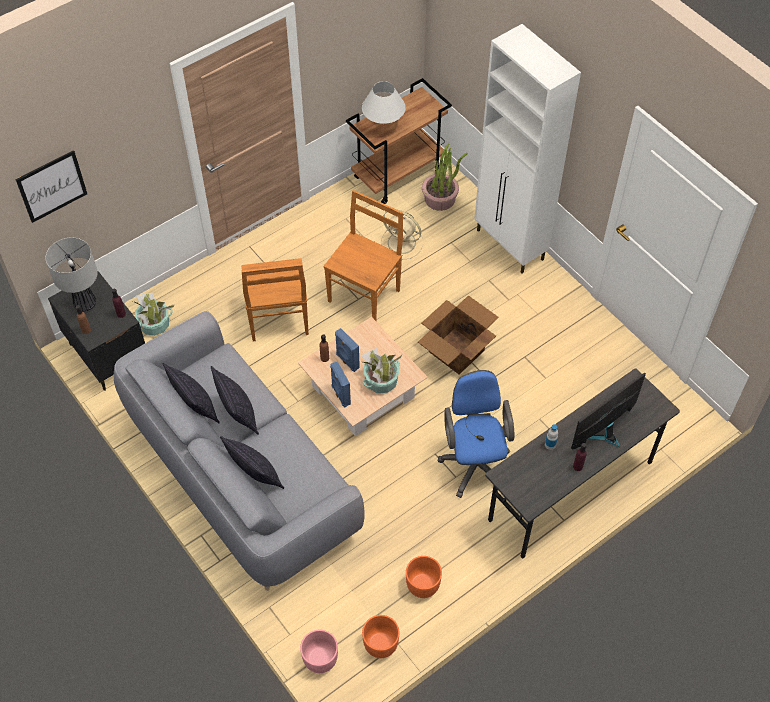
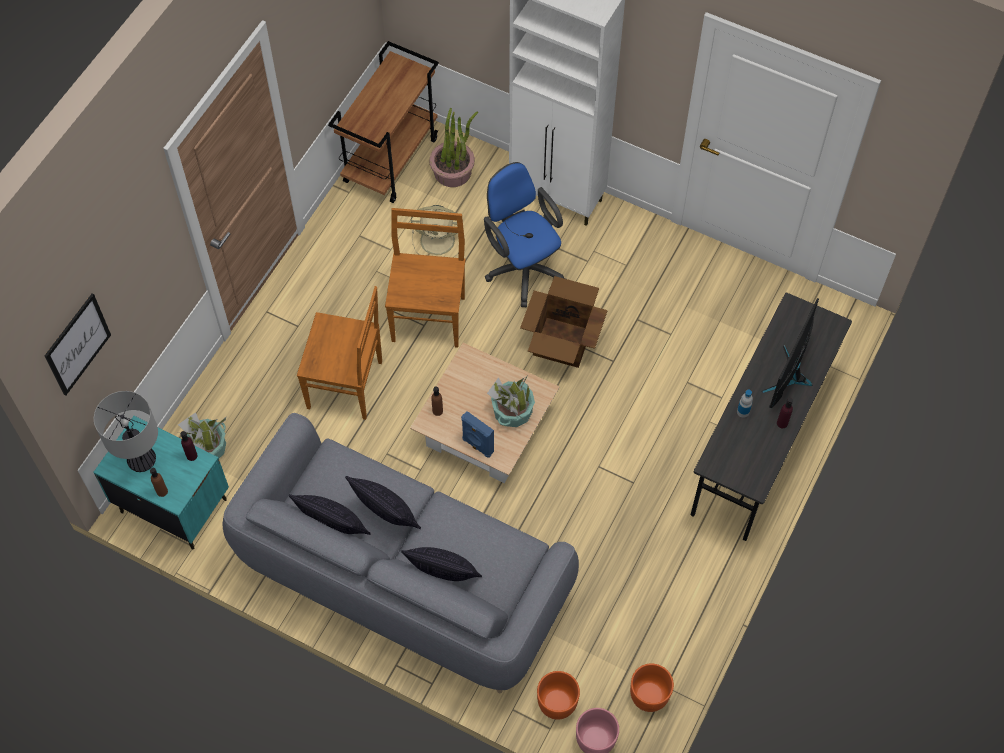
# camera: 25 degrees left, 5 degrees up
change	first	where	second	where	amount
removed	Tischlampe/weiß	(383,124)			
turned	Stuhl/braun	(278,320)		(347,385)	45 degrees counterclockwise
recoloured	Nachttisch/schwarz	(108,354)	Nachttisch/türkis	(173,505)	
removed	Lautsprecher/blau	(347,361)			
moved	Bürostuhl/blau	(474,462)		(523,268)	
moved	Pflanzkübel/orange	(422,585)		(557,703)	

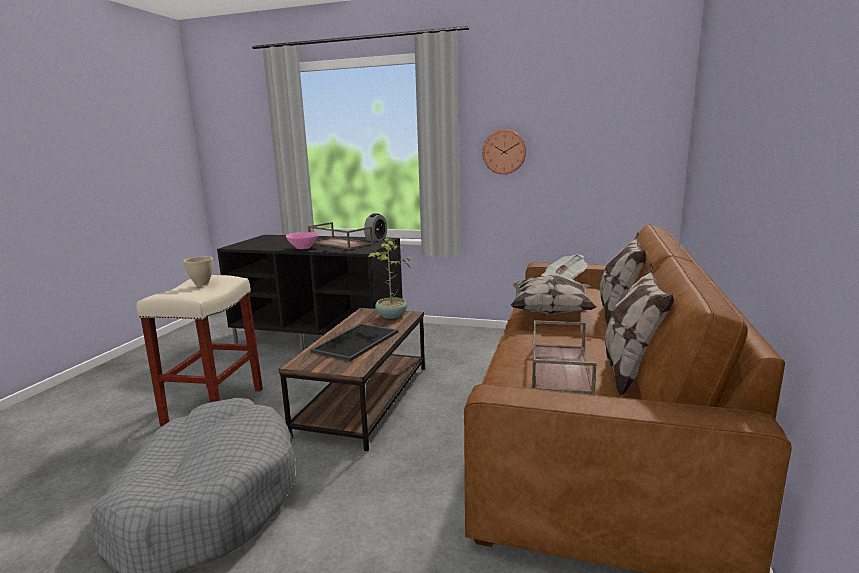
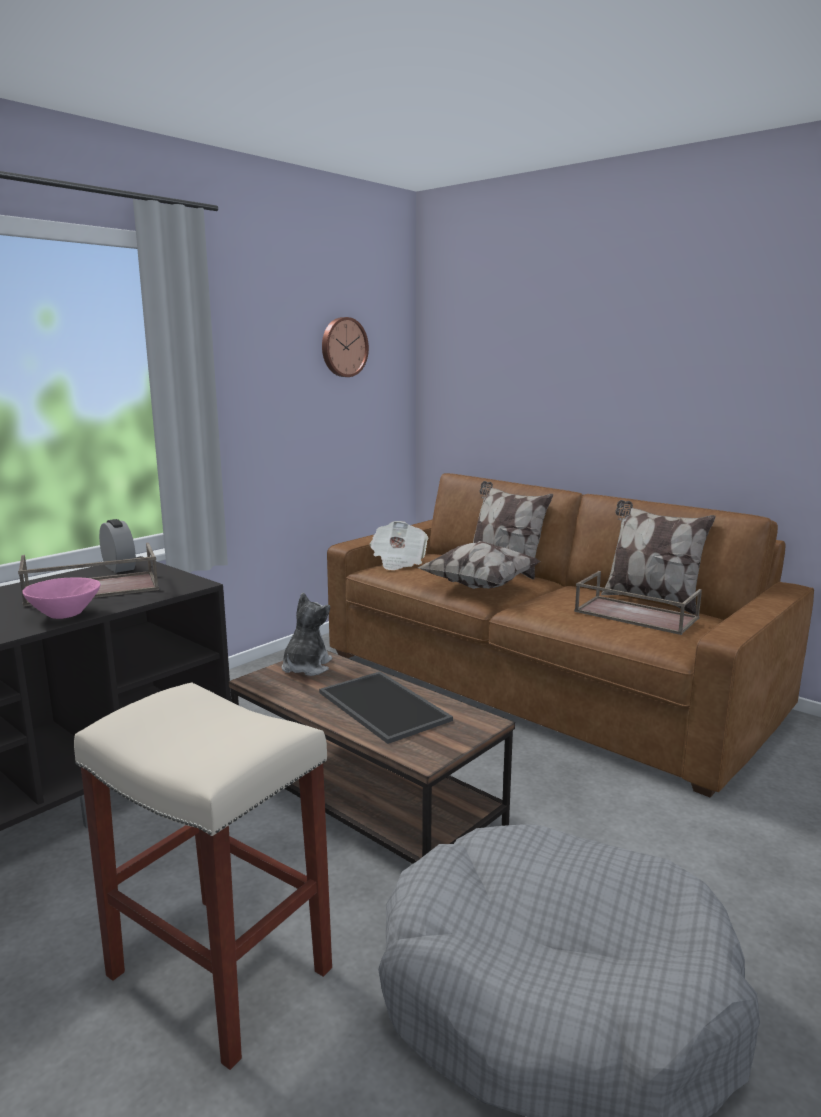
# camera: 65 degrees left, 0 degrees up
change	first	where	second	where	amount
moved	Wanduhr	(504,152)		(343,347)	
replaced	Topfpflanze	(391,316)	Plüschtier	(306,667)	
removed	Schüssel/beige	(202,283)			

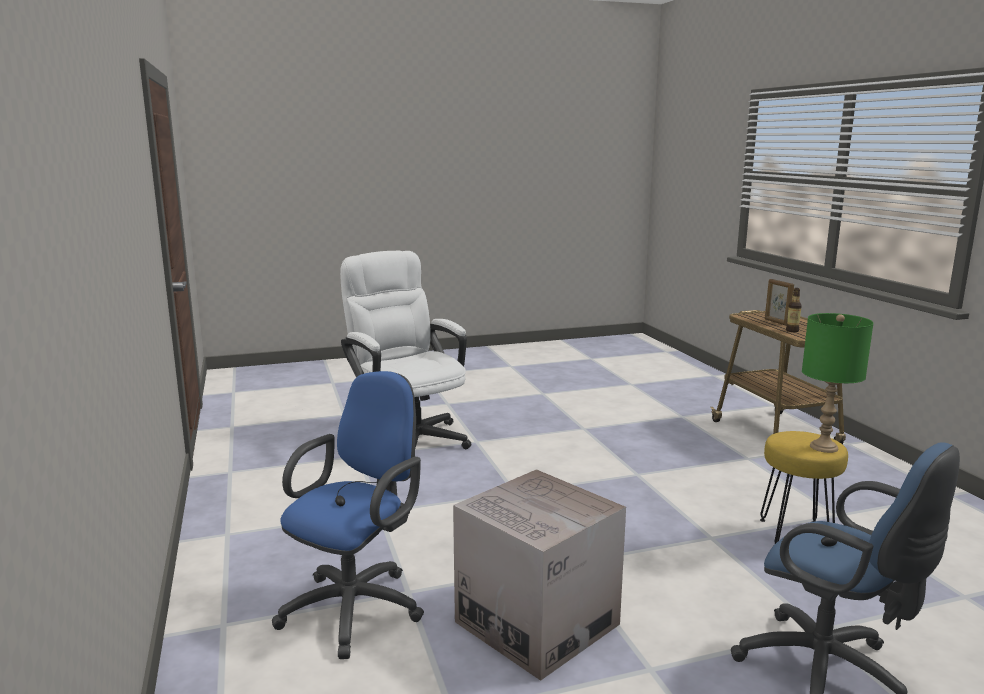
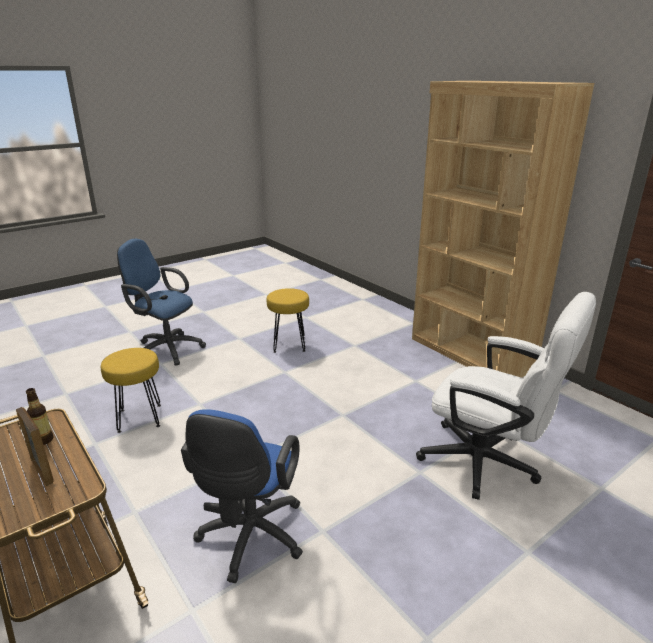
# camera: 160 degrees right, 10 degrees up
change	first	where	second	where	amount
removed	Tischlampe/grün	(823,447)			
moved	Bürostuhl/blau	(358,606)		(249,539)	
replaced	Karton	(537,623)	Hocker/gelb	(289,344)	
added			Bücherregal/braun	(470,354)	

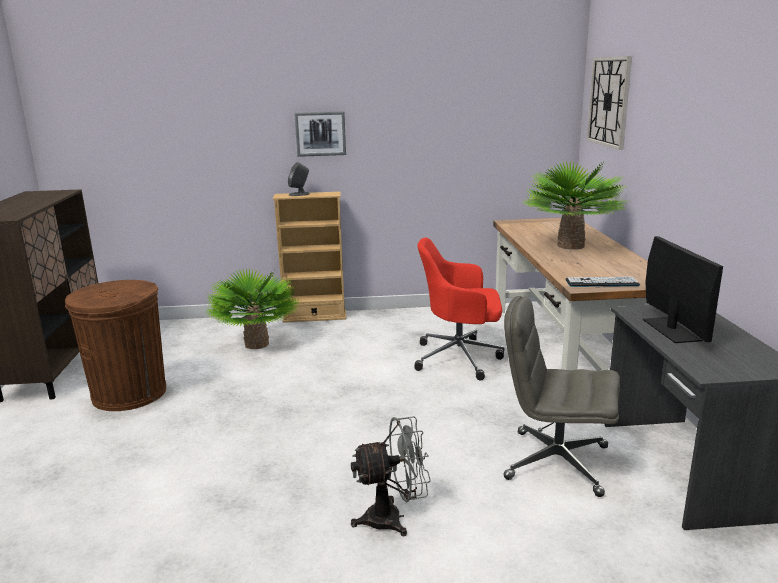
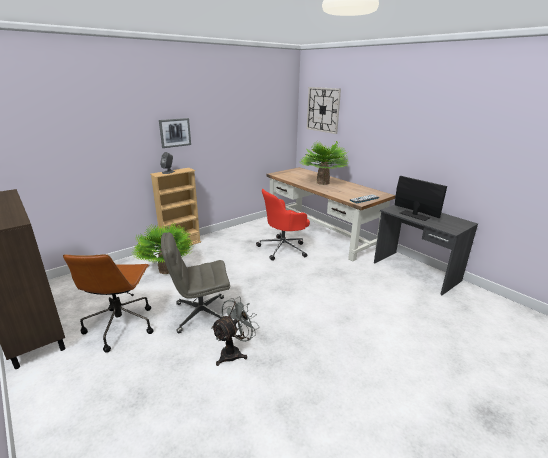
# camera: 35 degrees left, 5 degrees up
change	first	where	second	where	amount
replaced	Mülleimer/braun	(129,393)	Bürostuhl/braun	(121,326)	
moved	Bürostuhl/grau	(555,462)		(201,314)	
moved	Ventilator/grau	(393,518)		(234,352)	

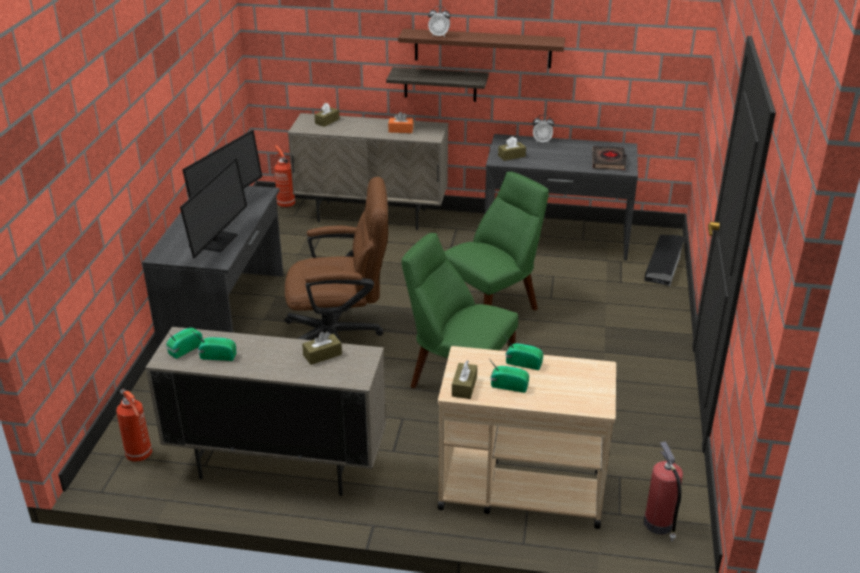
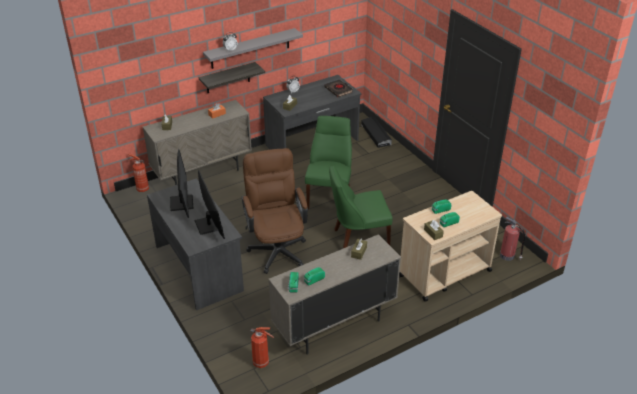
# camera: 40 degrees left, 5 degrees up
change	first	where	second	where	amount
recoloured	Wandregal/braun	(482,48)	Wandregal/grau	(250,48)	
turned	Bürostuhl/braun	(341,336)		(277,247)	60 degrees counterclockwise

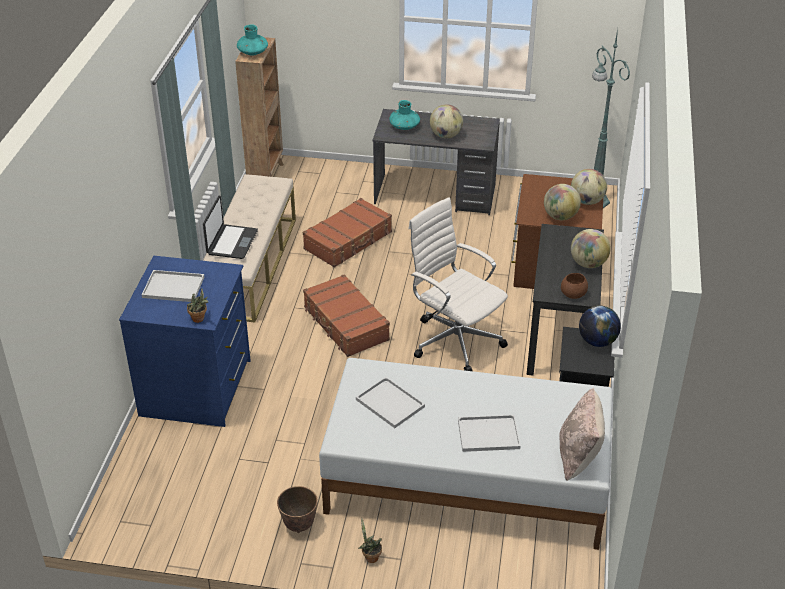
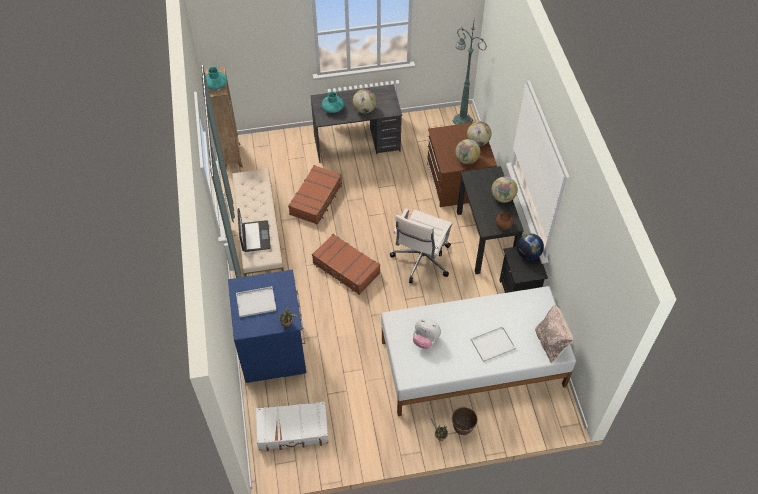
# camera: 20 degrees left, 15 degrees up
change	first	where	second	where	amount
turned	Bürostuhl/weiß	(455,340)		(421,260)	90 degrees counterclockwise
replaced	Tablett/weiß	(391,403)	Plüschtier	(425,340)	
moved	Pflanzkübel	(299,525)		(462,428)	
added			Koffer/weiß	(293,430)	

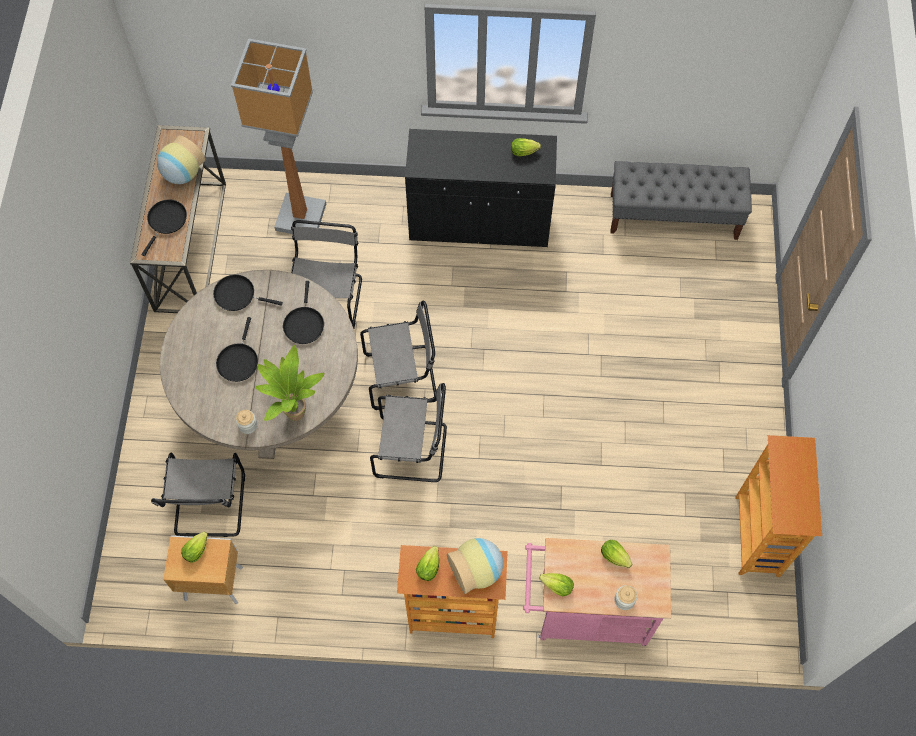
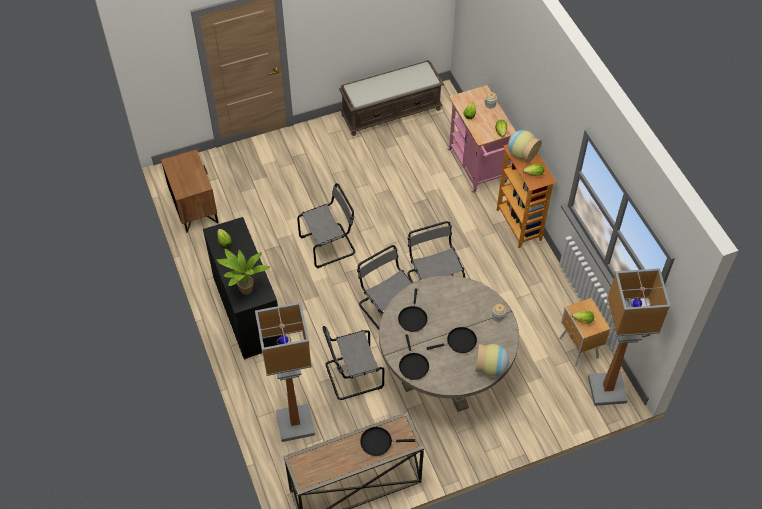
# camera: 115 degrees left, 10 degrees down
change	first	where	second	where	amount
moved	Vase	(182,174)		(491,367)	
replaced	Bank/grau	(674,216)	Nachttisch/braun	(194,208)	
turned	Pfanne/schwarz	(304,324)		(412,318)	120 degrees clockwise
moved	Topfpflanze	(293,412)		(246,292)	
replaced	Bücherregal	(758,536)	Bank/braun	(391,111)	
moved	Stuhl/grau	(209,507)		(329,245)	
added			Stehlampe	(606,389)	

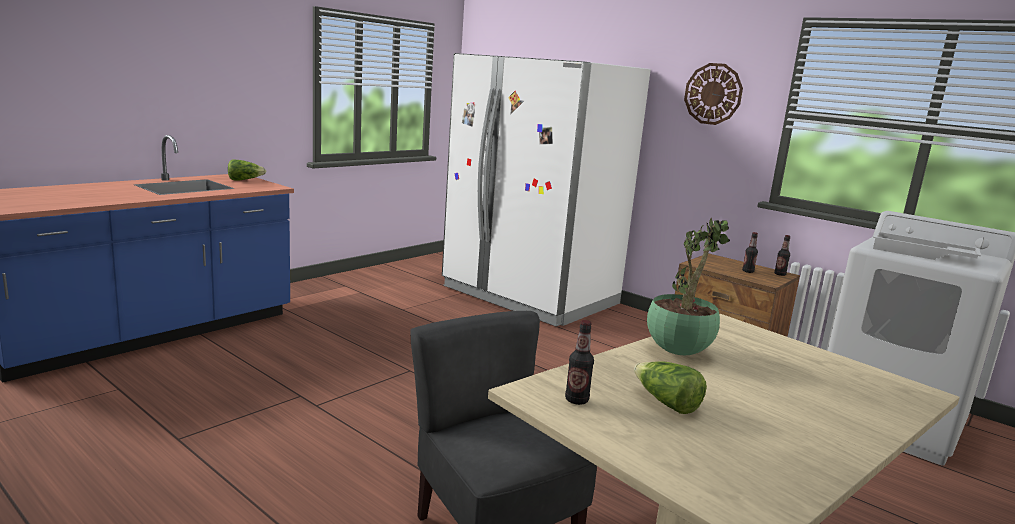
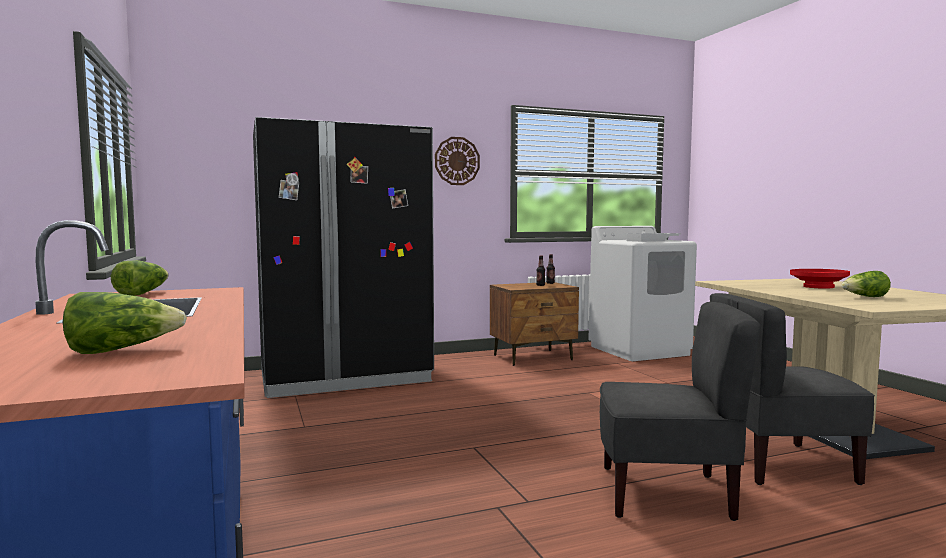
# camera: 60 degrees left, 10 degrees down
change	first	where	second	where	amount
recoloured	Kühlschrank/weiß	(529,296)	Kühlschrank/schwarz	(344,377)	
removed	Topfpflanze	(678,351)			
removed	Flasche	(576,400)			
added			Schüssel/rot	(818,287)	
added			Salatkopf	(121,350)	
added			Stuhl/grau	(666,494)	

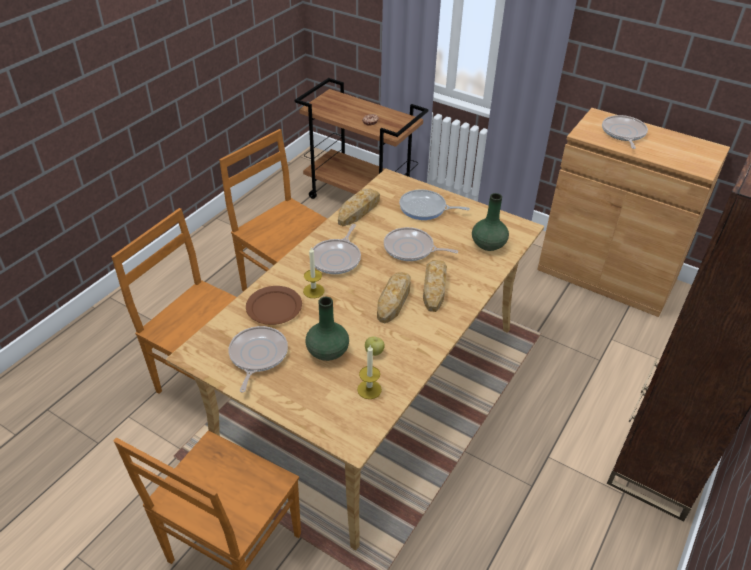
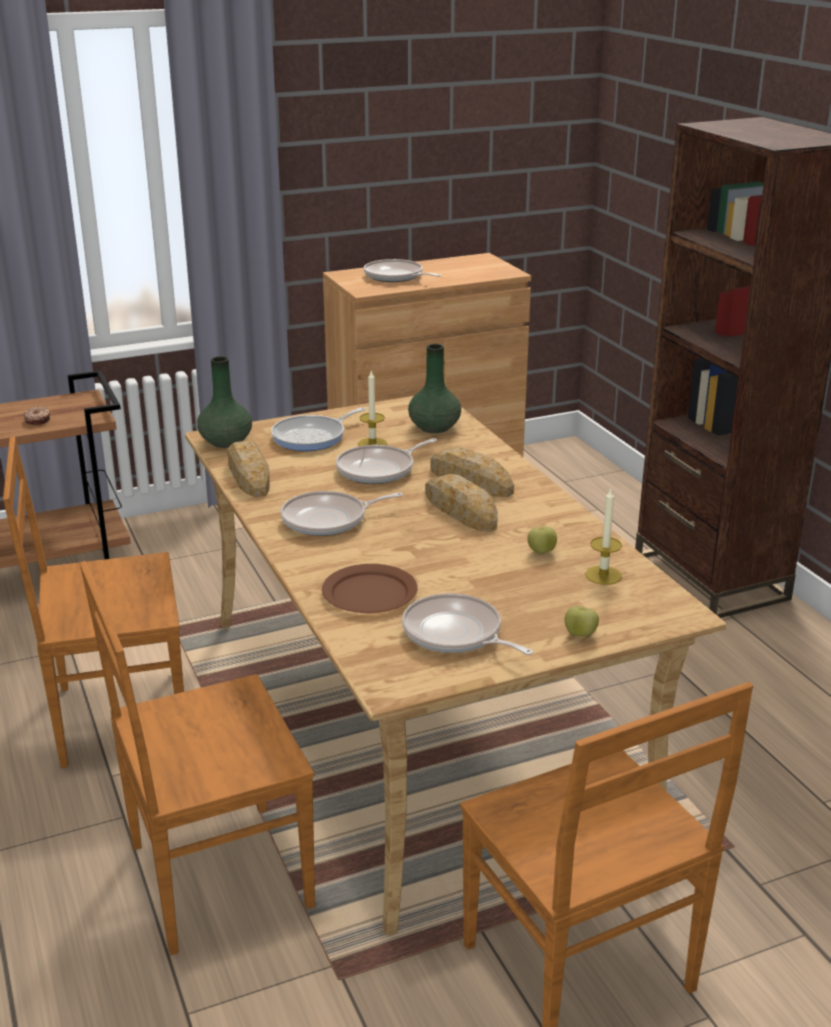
# camera: 55 degrees left, 15 degrees down
change	first	where	second	where	amount
turned	Pfanne	(337,258)		(328,520)	105 degrees clockwise
moved	Kerze	(313,291)		(372,444)	
moved	Vase/grün	(327,352)		(226,442)	
added			Apfel	(580,634)	

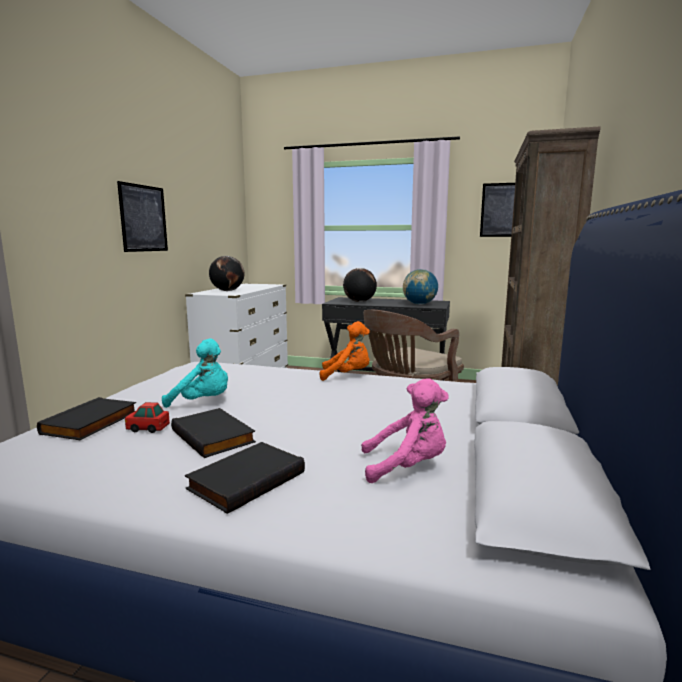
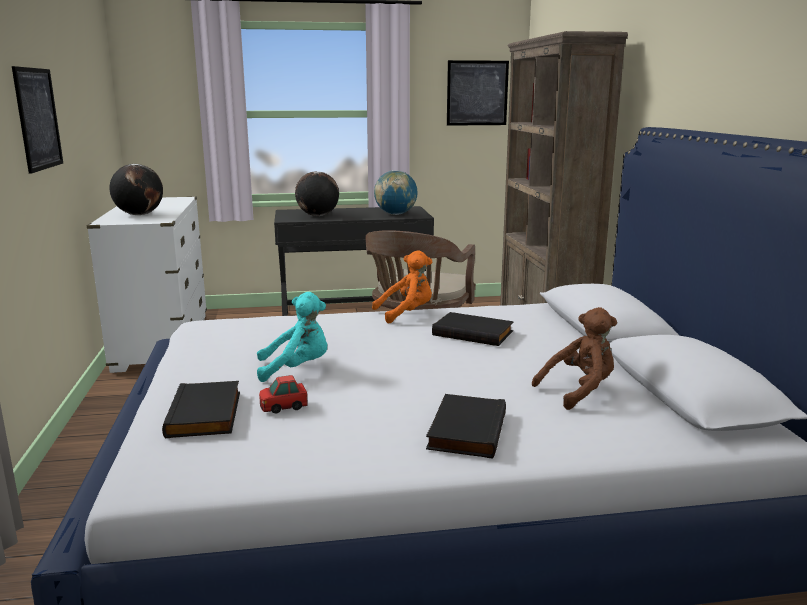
# camera: 25 degrees left, 5 degrees up
change	first	where	second	where	amount
recoloured	Plüschtier/rosa	(407,467)	Plüschtier/braun	(579,391)	
moved	Buch/schwarz	(215,436)		(474,333)	

